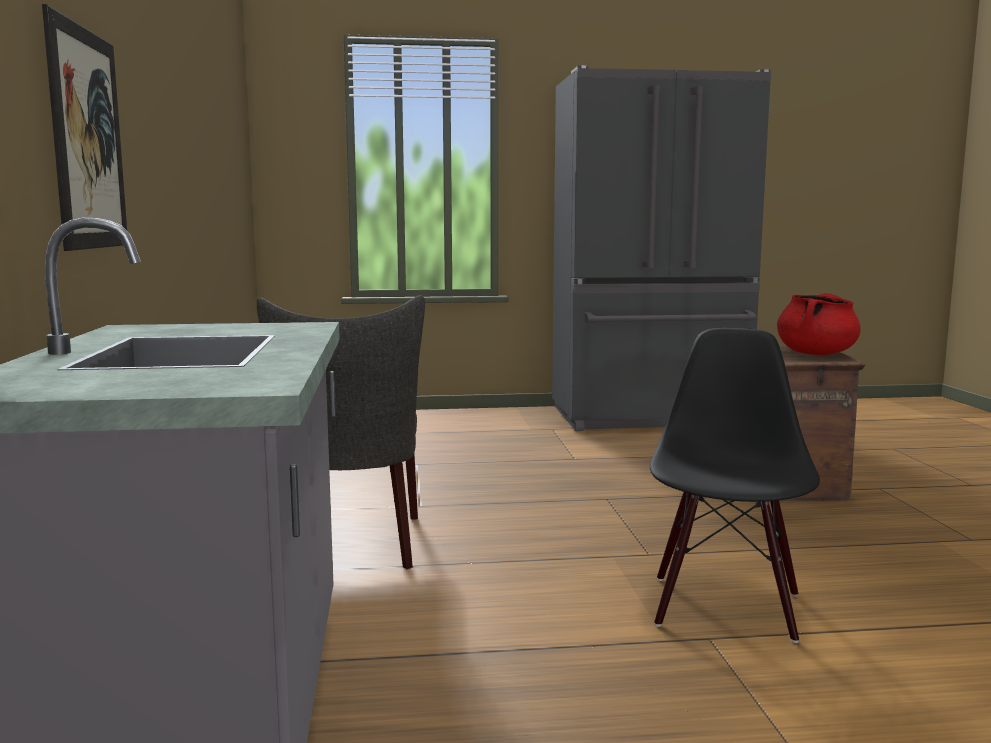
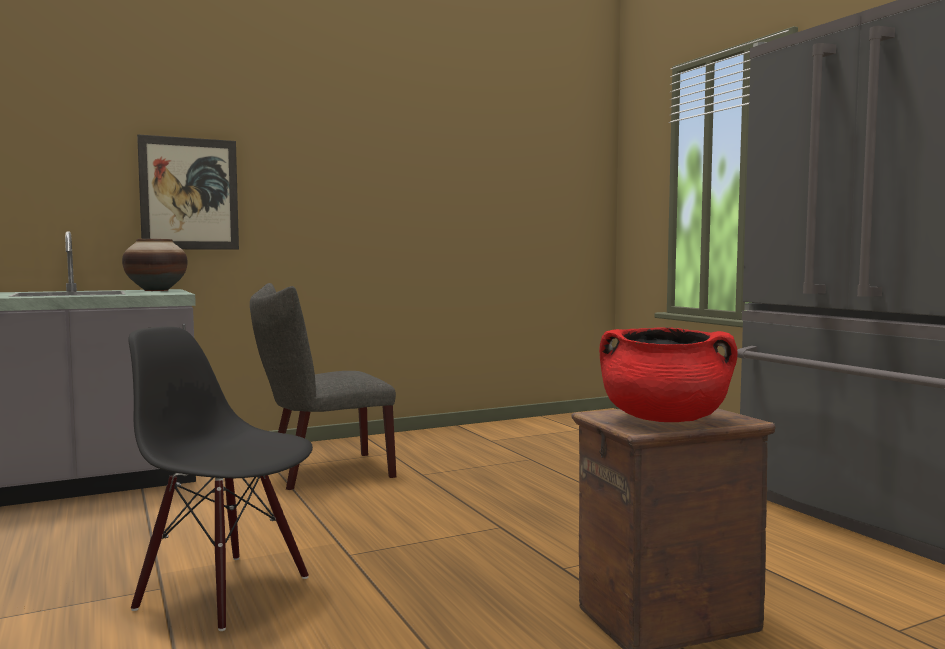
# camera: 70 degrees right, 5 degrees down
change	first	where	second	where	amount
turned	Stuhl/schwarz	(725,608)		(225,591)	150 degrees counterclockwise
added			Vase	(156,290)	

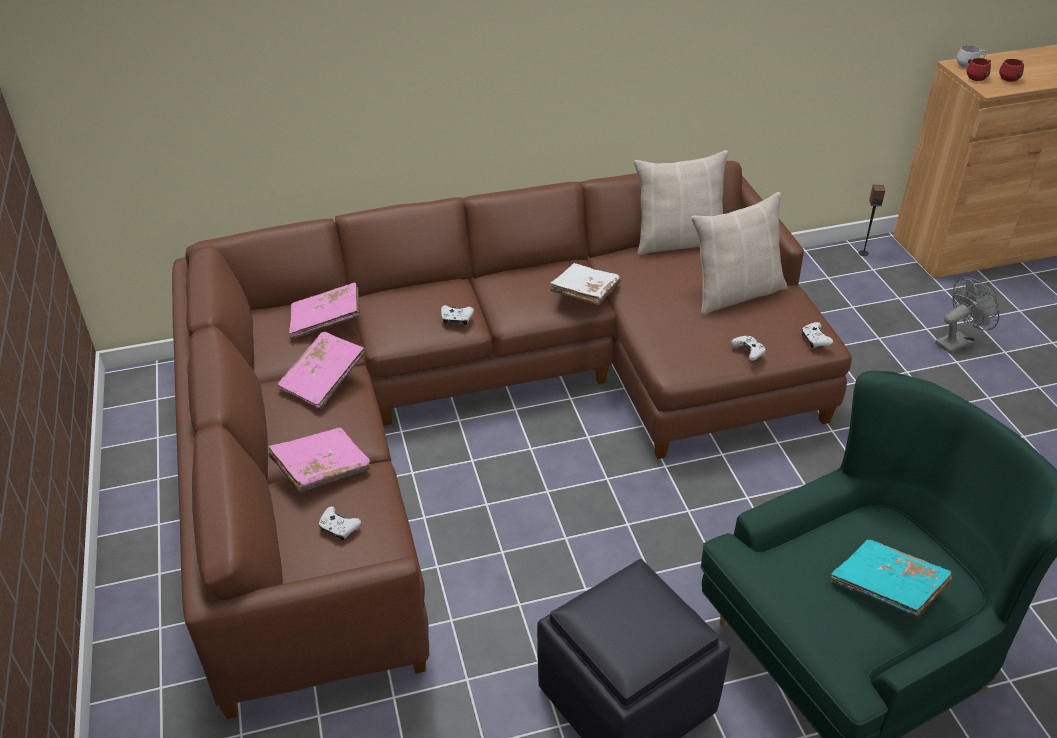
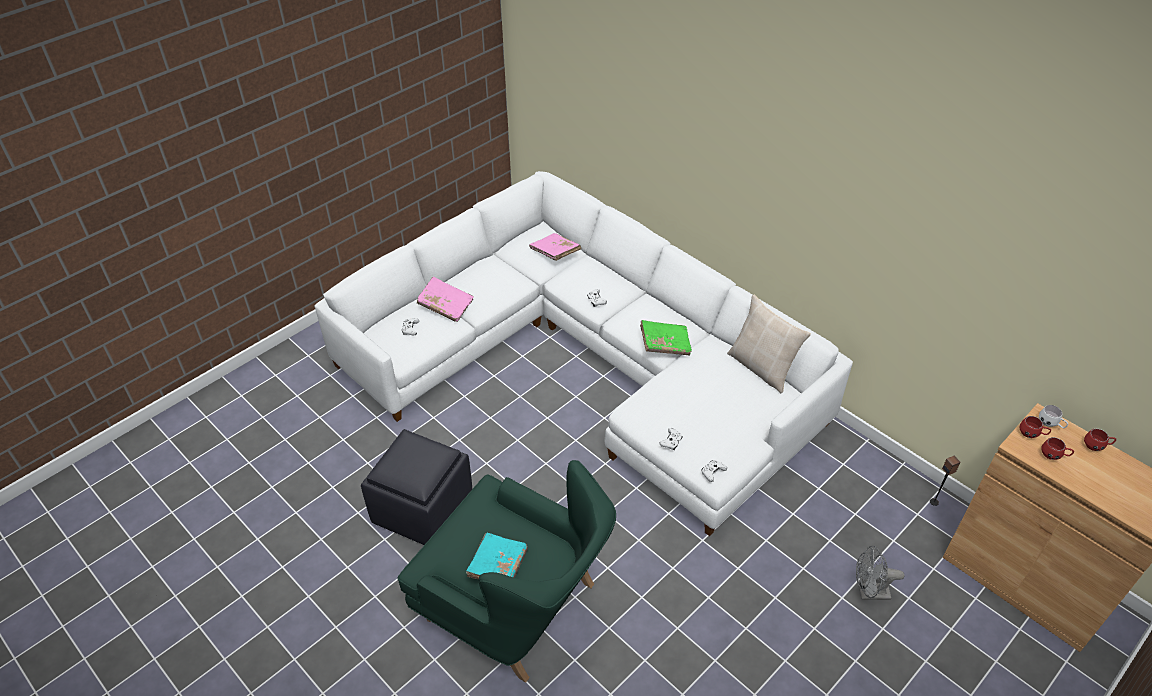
# camera: 60 degrees right, 5 degrees up
change	first	where	second	where	amount
recoloured	Sofa/braun	(479,412)	Sofa/weiß	(588,362)	
removed	Kissen/beige	(736,293)			
recoloured	Buch/weiß	(584,294)	Buch/grün	(665,344)	
turned	Ventilator/grau	(958,341)		(868,593)	150 degrees clockwise
removed	Buch/rosa	(323,380)			
added			Henkelbecher/rot	(1096,446)	

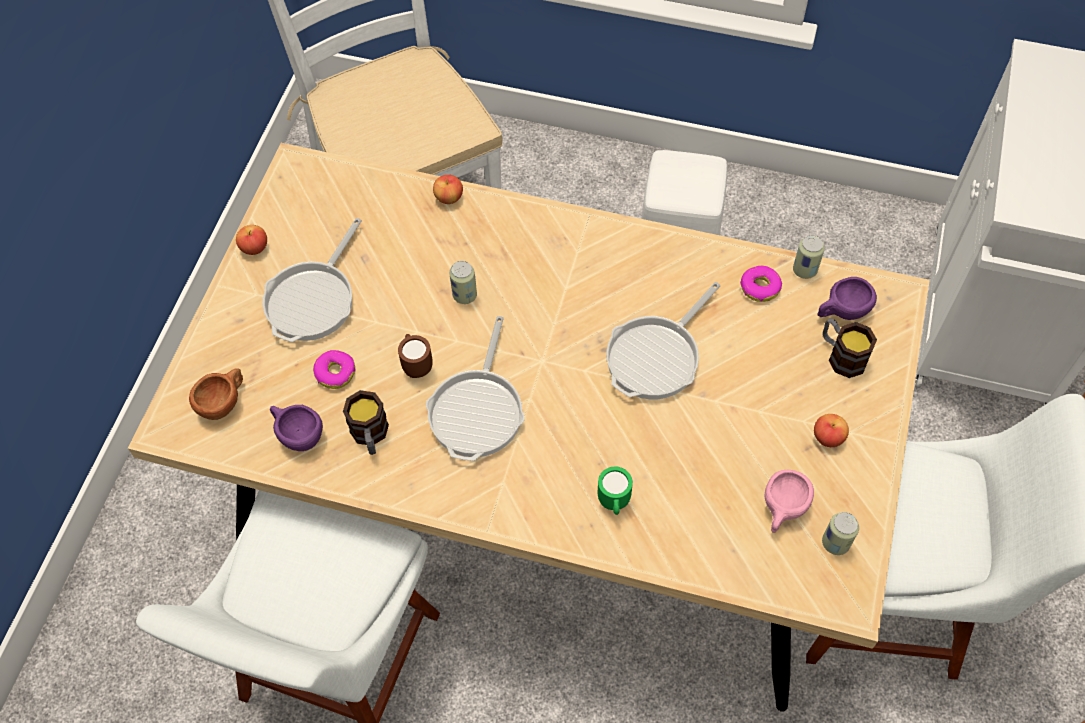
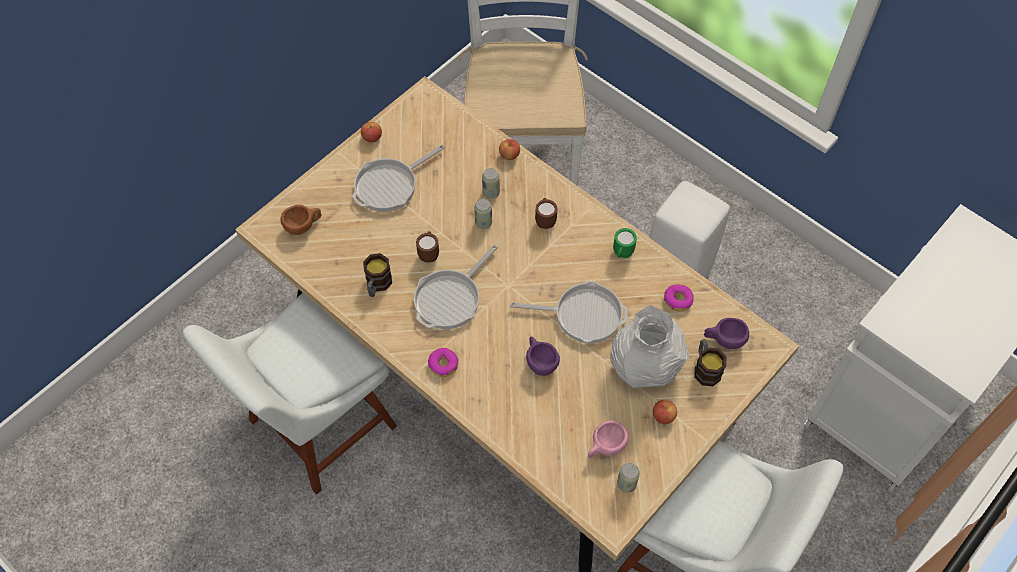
# camera: 25 degrees right, 0 degrees up
change	first	where	second	where	amount
moved	Dose	(804,270)		(491,192)	
turned	Pfanne	(657,356)		(583,315)	150 degrees counterclockwise
moved	Donut	(335,373)		(443,364)	
moved	Tasse/lila	(297,434)		(540,361)	
moved	Henkelbecher/grün	(614,504)		(622,254)	
added			Henkelbecher/braun	(545,221)	
added			Vase/weiß	(645,365)	

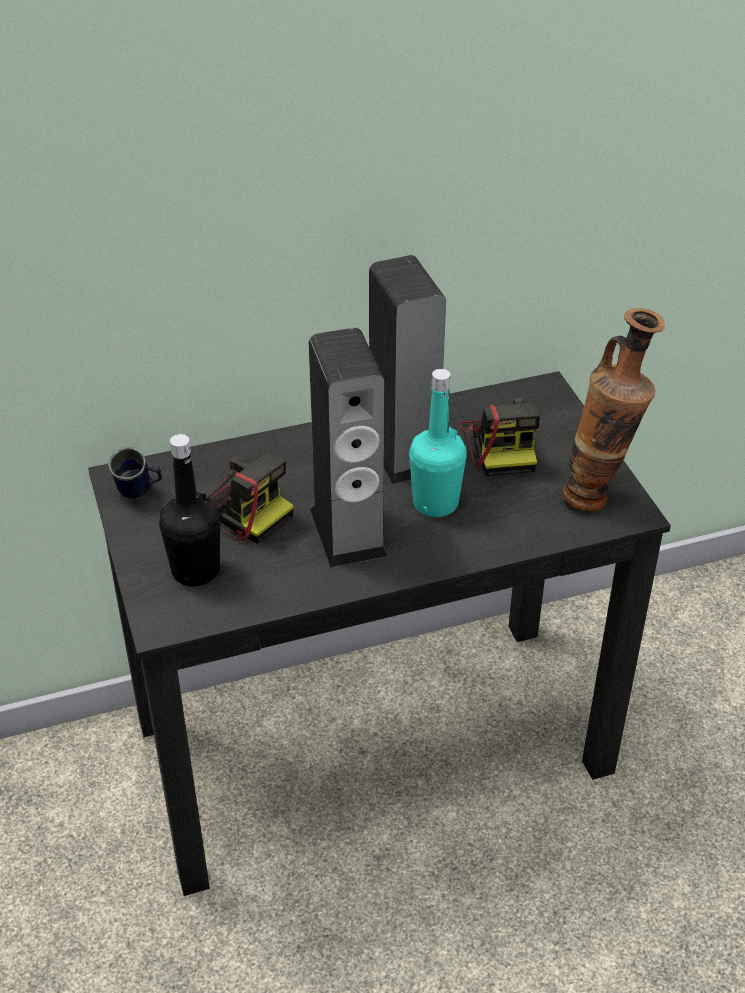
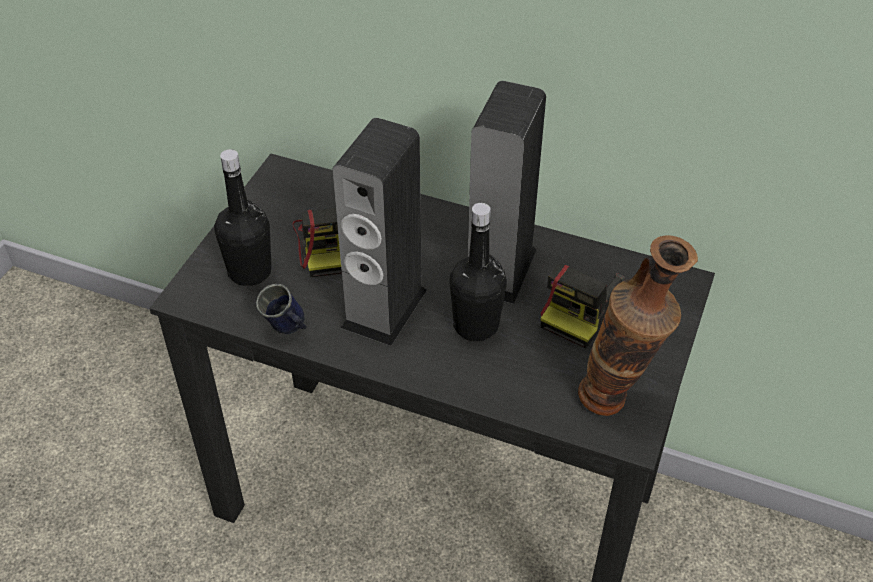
# camera: 40 degrees right, 5 degrees up
change	first	where	second	where	amount
recoloured	Flasche/türkis	(435,503)	Flasche/schwarz	(476,325)	
moved	Henkelbecher/blau	(140,493)		(287,330)	

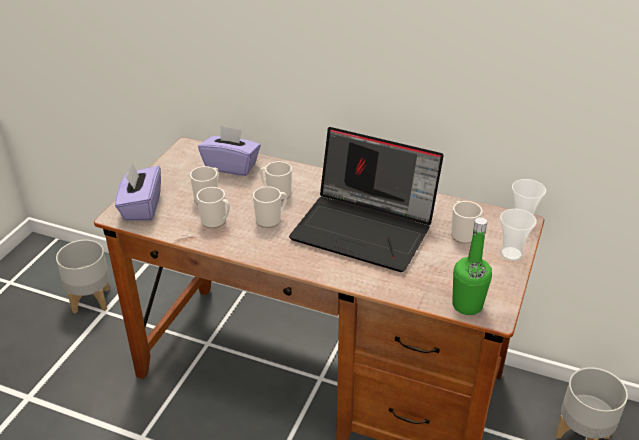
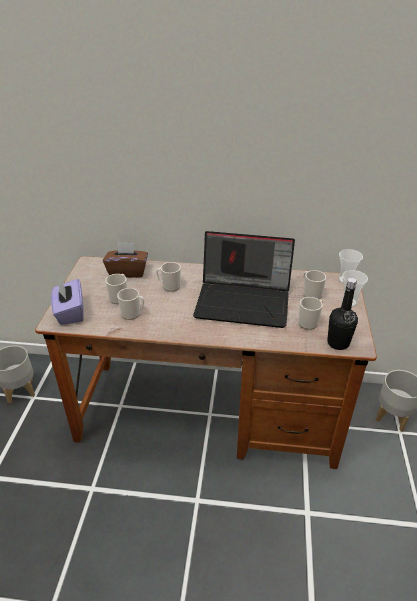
# camera: 15 degrees left, 0 degrees up
change	first	where	second	where	amount
recoloured	Taschentuchbox/lila	(231,166)	Taschentuchbox/braun	(127,272)	
moved	Henkelbecher	(271,219)		(309,322)	
recoloured	Flasche/grün	(467,305)	Flasche/schwarz	(338,343)	

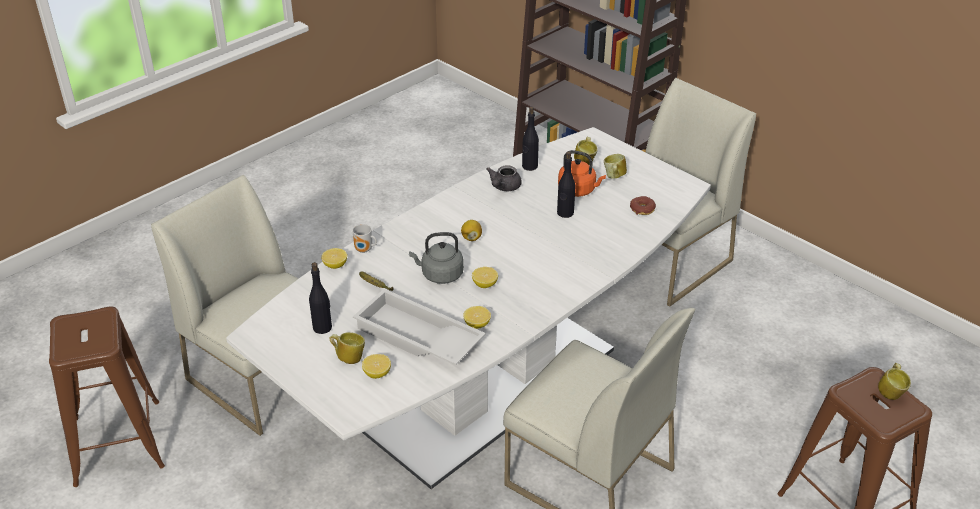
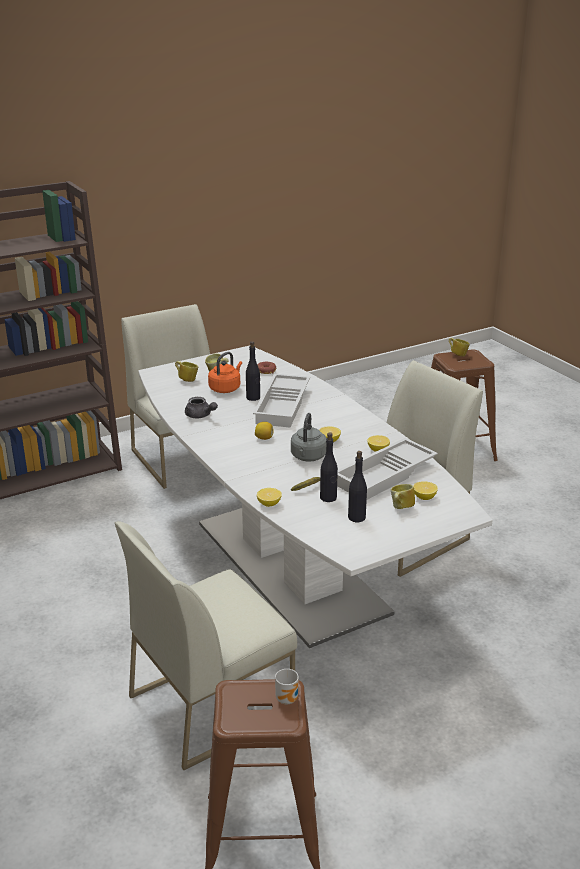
# camera: 75 degrees left, 10 degrees down
change	first	where	second	where	amount
moved	Flasche/schwarz	(529,166)		(328,498)	
moved	Henkelbecher	(364,250)		(288,699)	
added			Tablett/weiß	(283,406)	

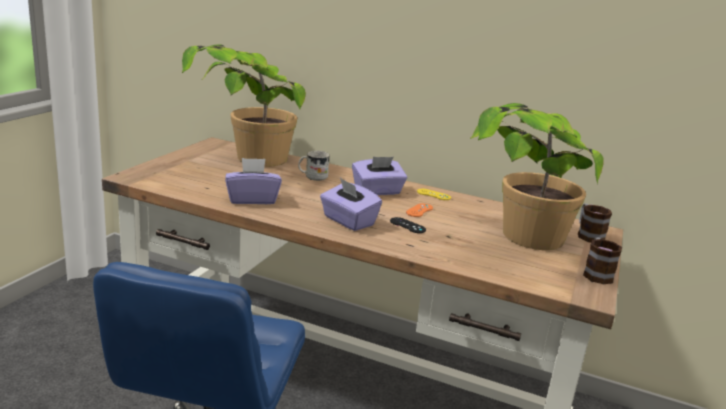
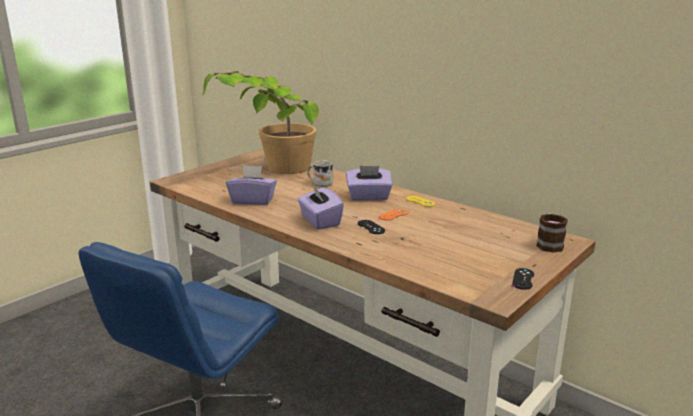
# camera: 20 degrees right, 0 degrees up
change	first	where	second	where	amount
removed	Topfpflanze	(514,245)			
replaced	Henkelbecher	(596,273)	Gamepad/schwarz	(523,279)	

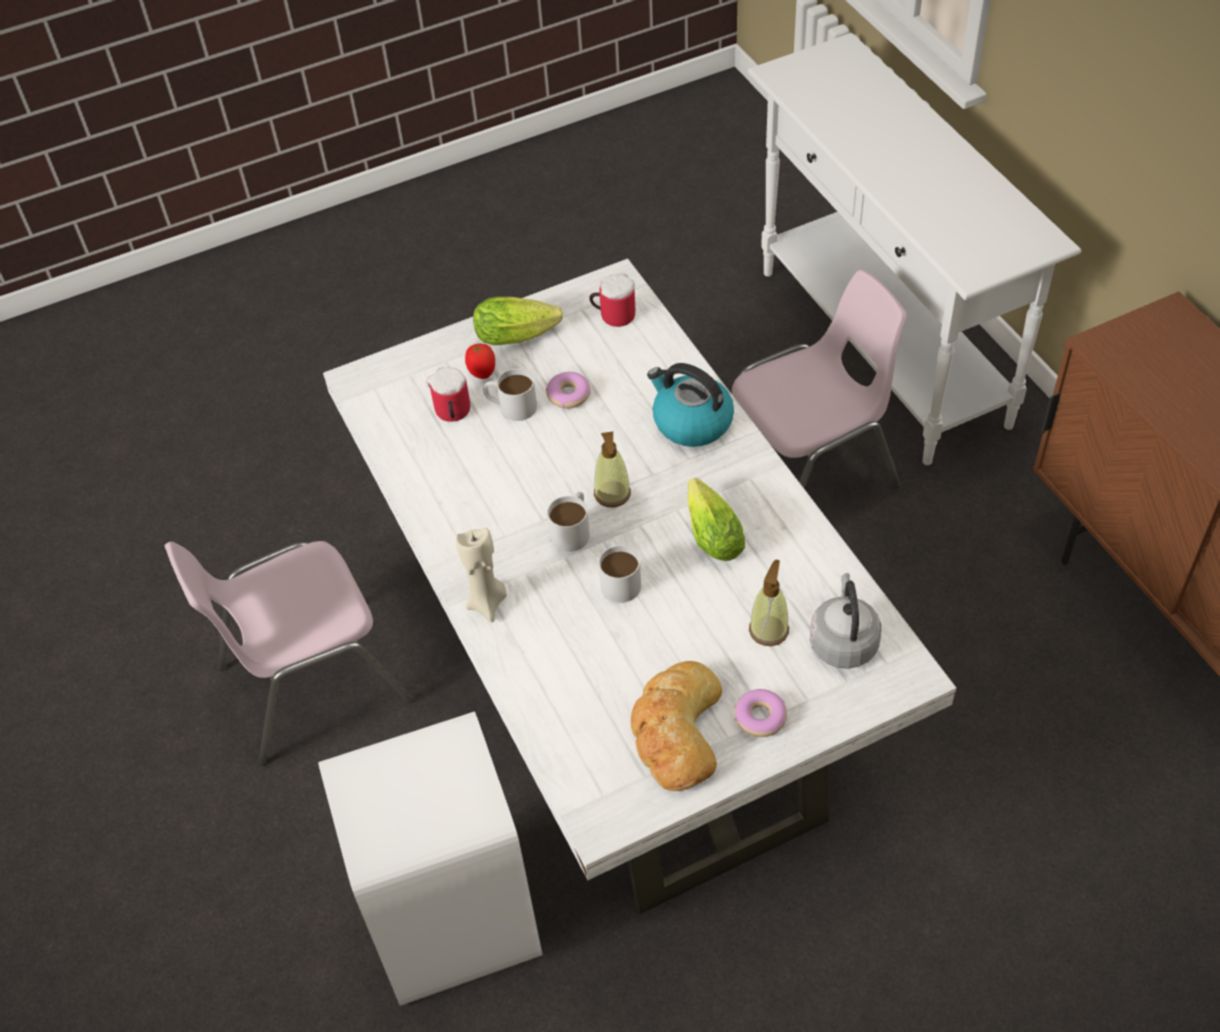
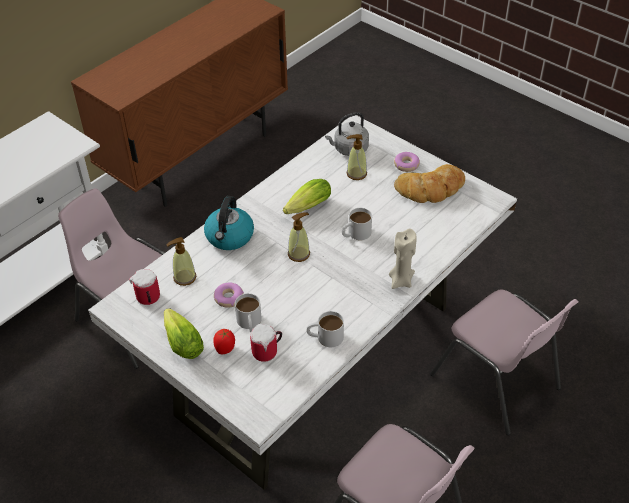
# camera: 115 degrees left, 5 degrees down
change	first	where	second	where	amount
moved	Henkelbecher/weiß	(573,529)		(325,337)	
replaced	Mülleimer/weiß	(452,922)	Stuhl/rosa	(496,382)	
added			Seifenspender	(184,277)	

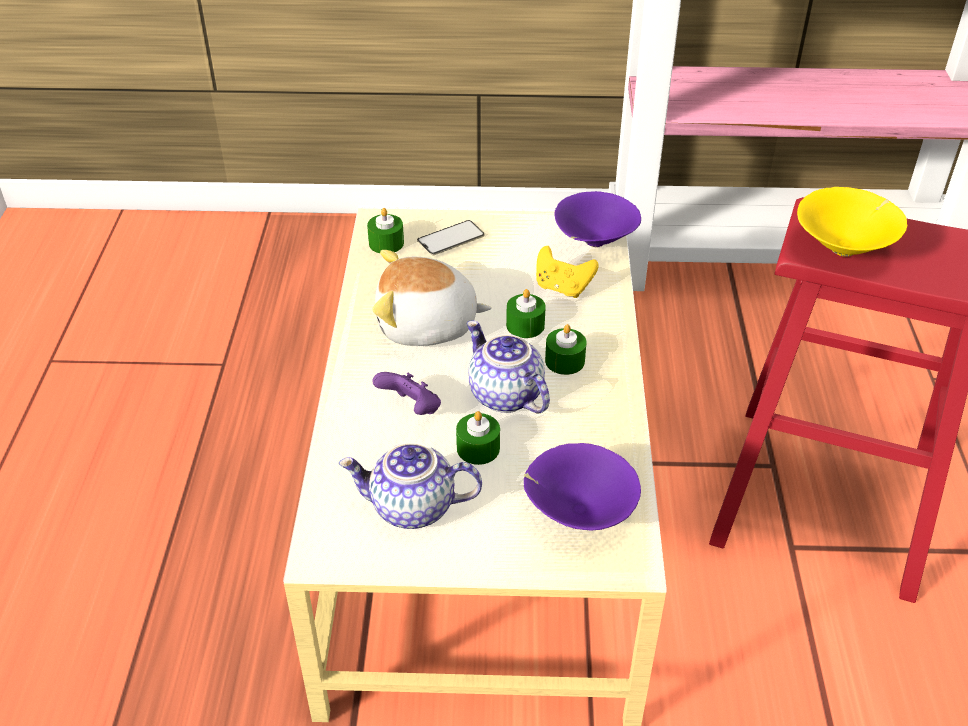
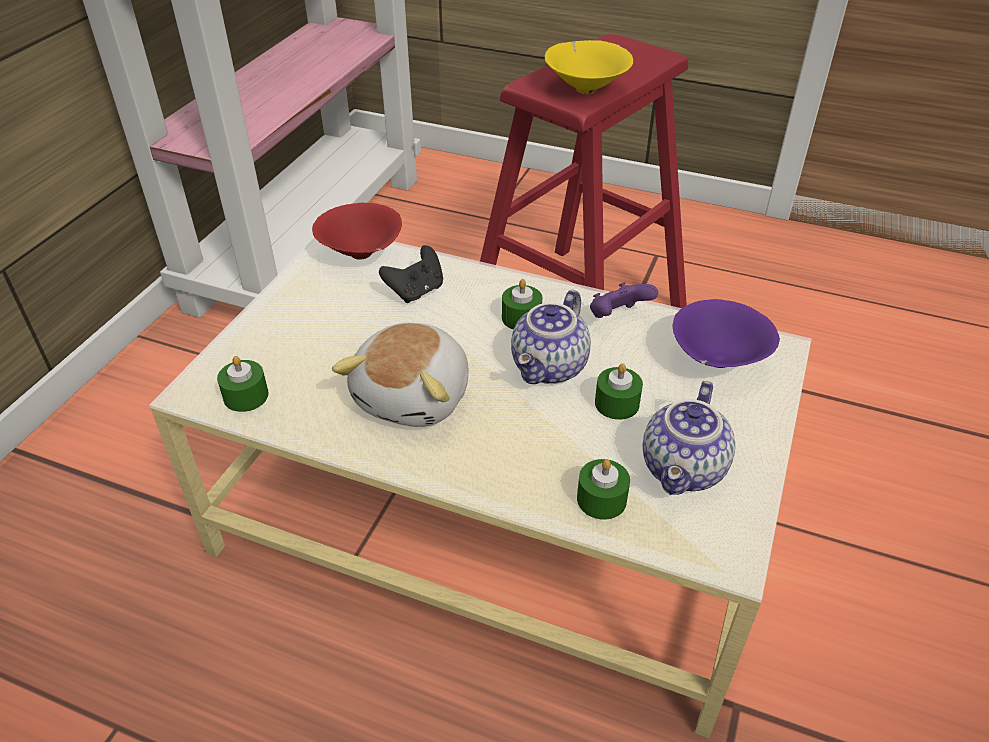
# camera: 70 degrees left, 0 degrees up
change	first	where	second	where	amount
recoloured	Schüssel/lila	(593,242)	Schüssel/rot	(362,255)	
removed	Handy	(450,238)			
recoloured	Gamepad/gelb	(562,288)	Gamepad/schwarz	(416,291)	
moved	Kerze/grün	(525,325)		(601,499)	
turned	Teekanne	(503,395)		(550,368)	45 degrees counterclockwise
moved	Gamepad/lila	(411,409)		(617,317)	

